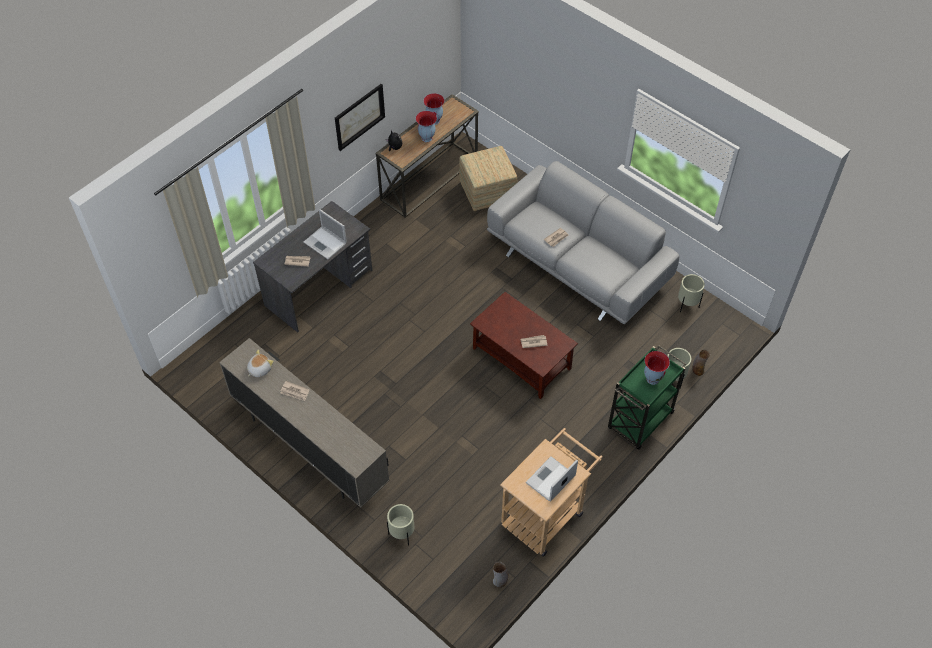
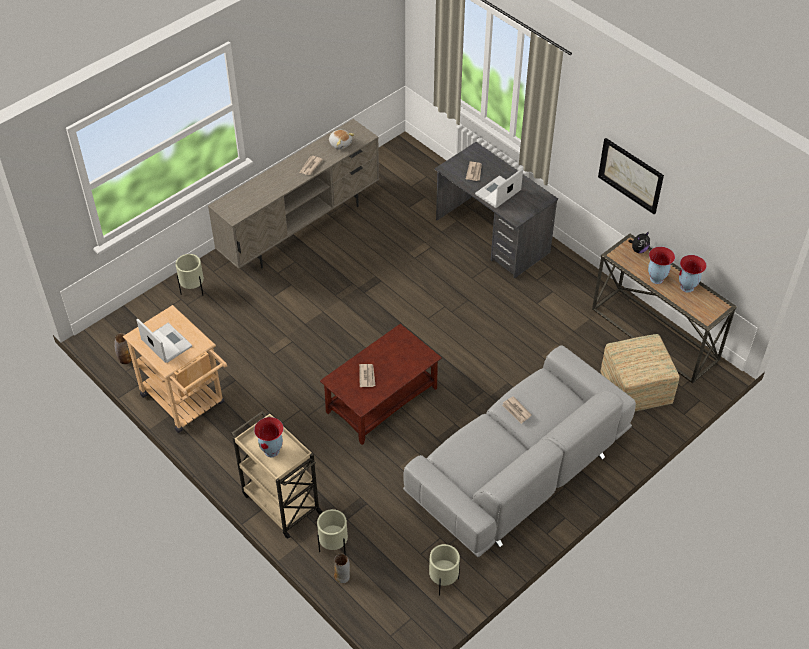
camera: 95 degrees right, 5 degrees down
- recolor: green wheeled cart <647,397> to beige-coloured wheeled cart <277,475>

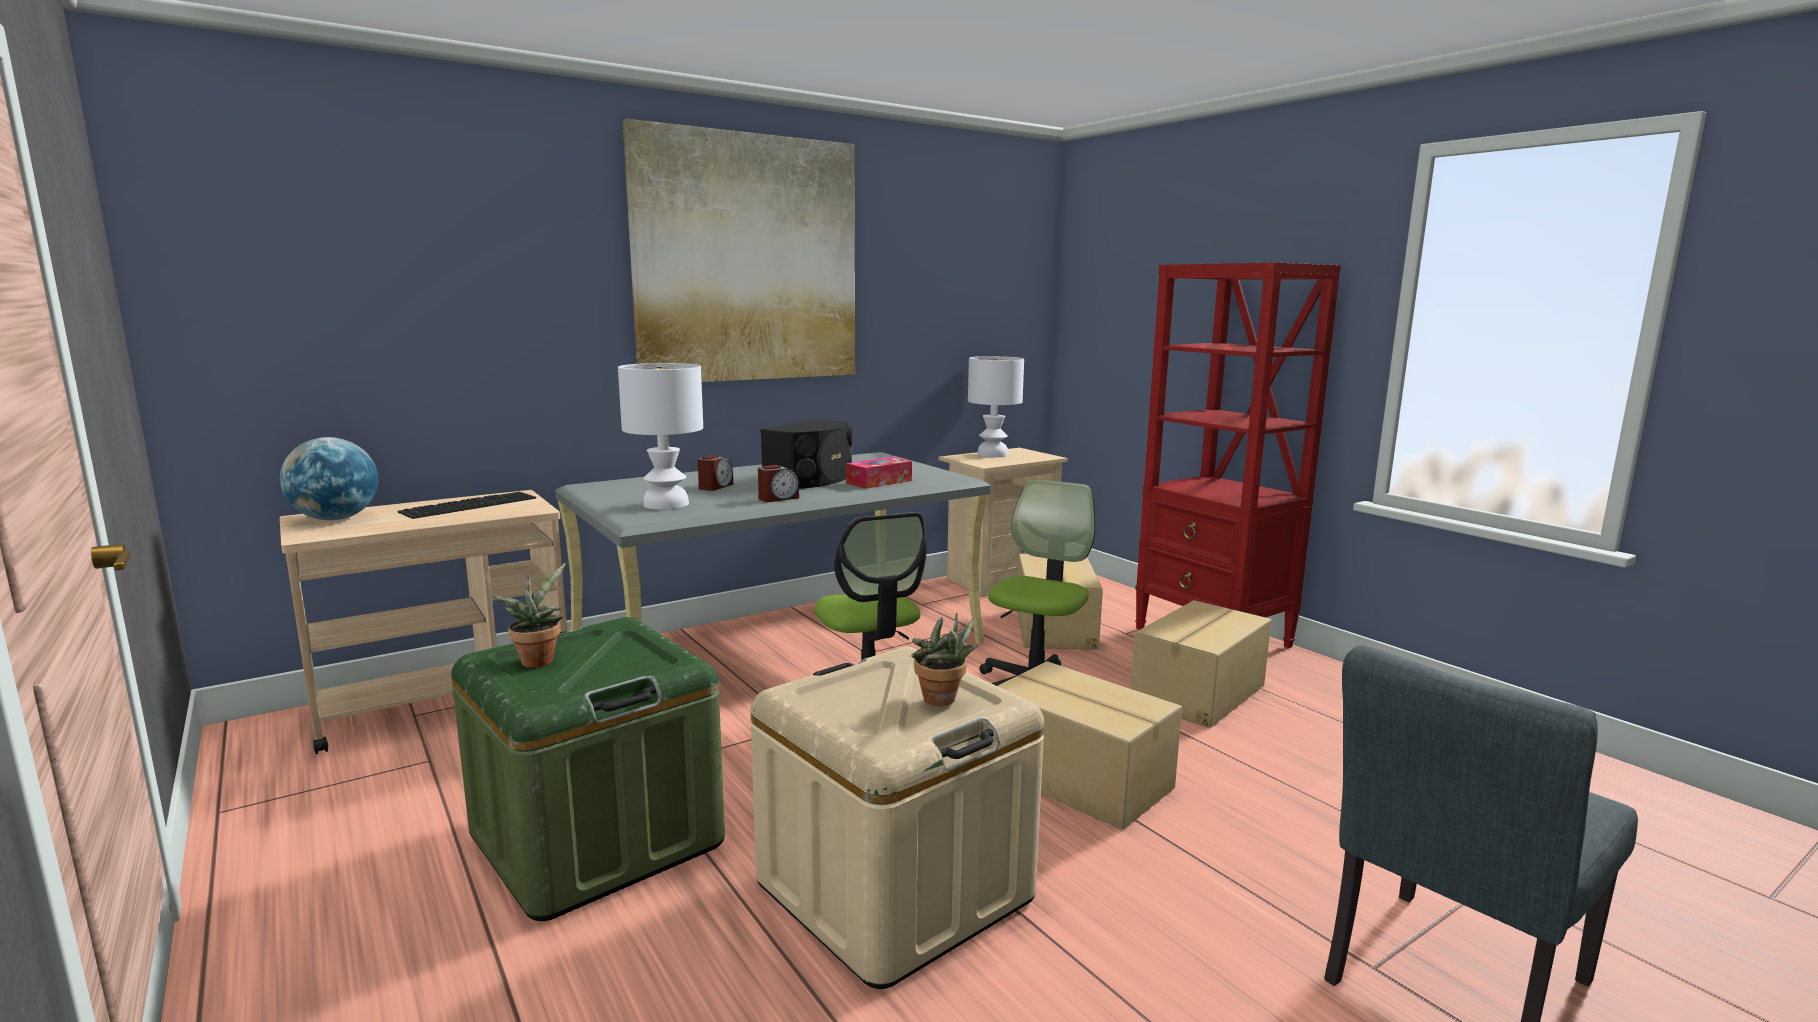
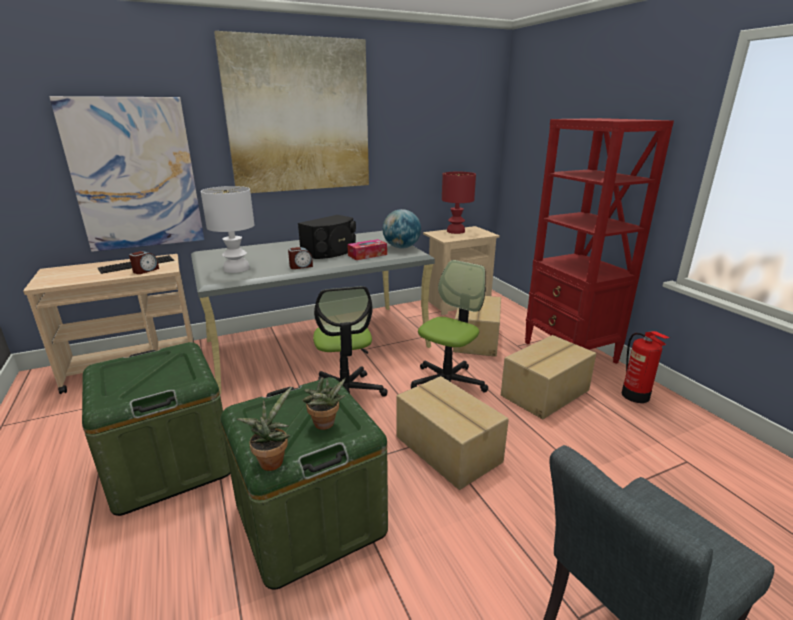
camera: 10 degrees right, 10 degrees up
- recolor: whitish lamp for a table <996,406> to red-coloured lamp for a table <459,203>
- move: globe <329,478> to <402,229>
- move: table clock <715,473> to <144,262>
- move: potted plant <529,615> to <264,429>
- recolor: beige-coloured storage box <897,818> to green storage box <304,483>
- insert: wall picture <126,174>
- insert: extinguisher <646,367>

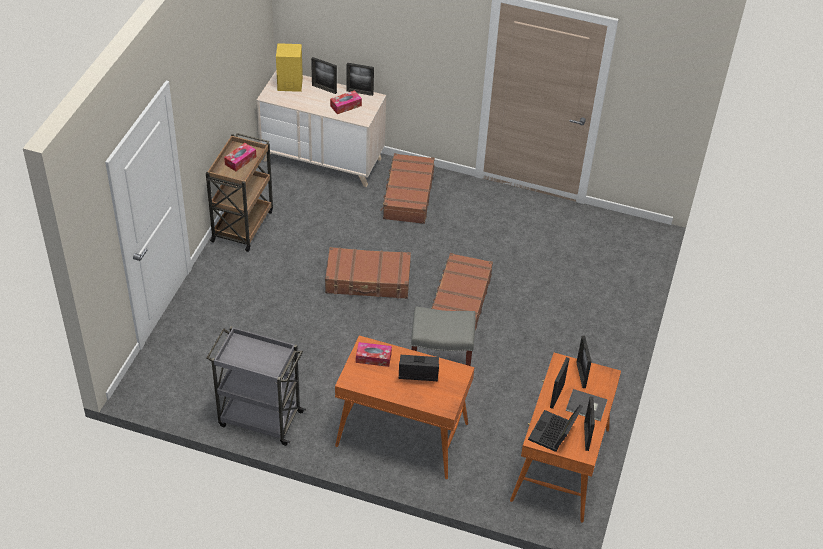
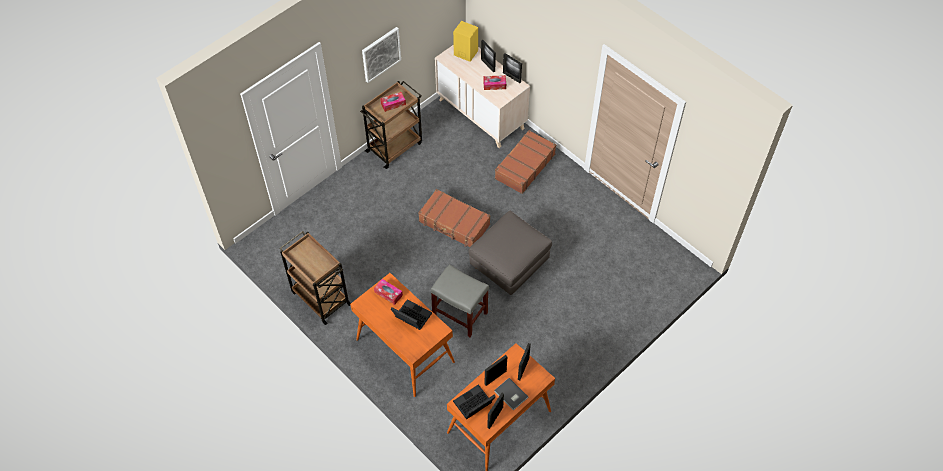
camera: 30 degrees right, 10 degrees up
- replace: brown suitcase <462,291> to greyish ottoman <510,253>
- recolor: greyish wheeled cart <256,386> to brown wheeled cart <315,278>
- insert: wall picture <381,55>

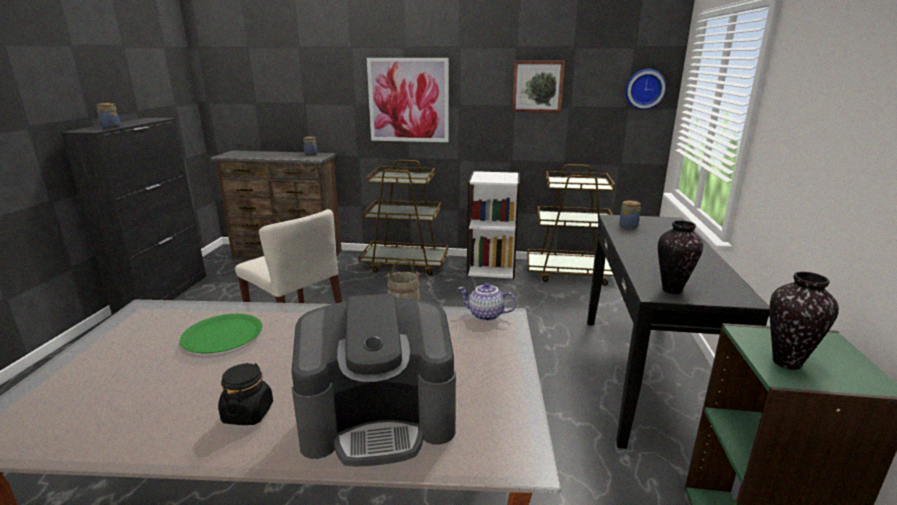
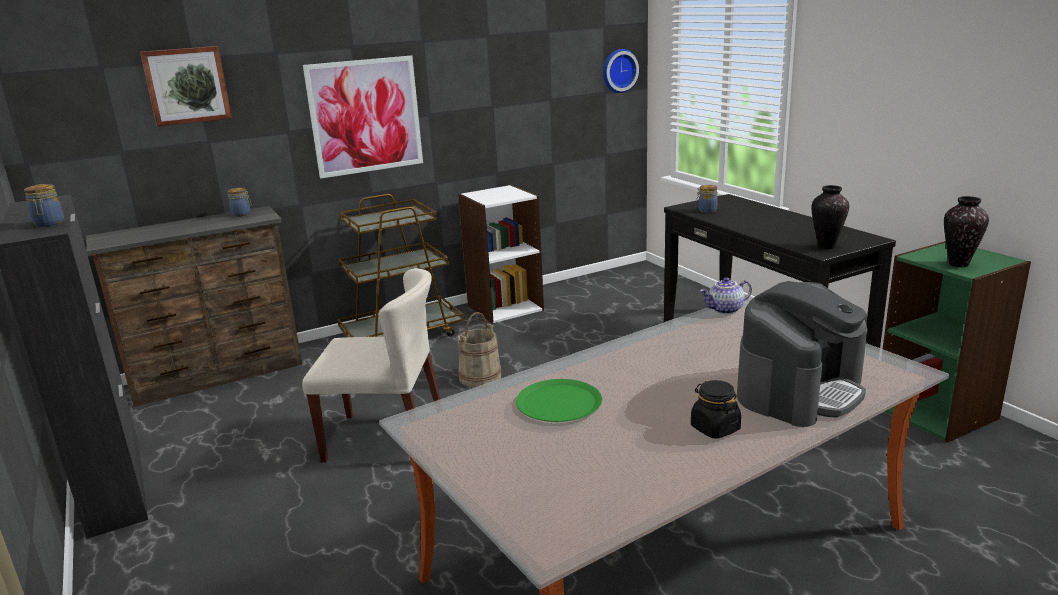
camera: 35 degrees left, 0 degrees up
- move: wall picture <538,87> to <186,86>
- delete: brown wheeled cart <571,225>

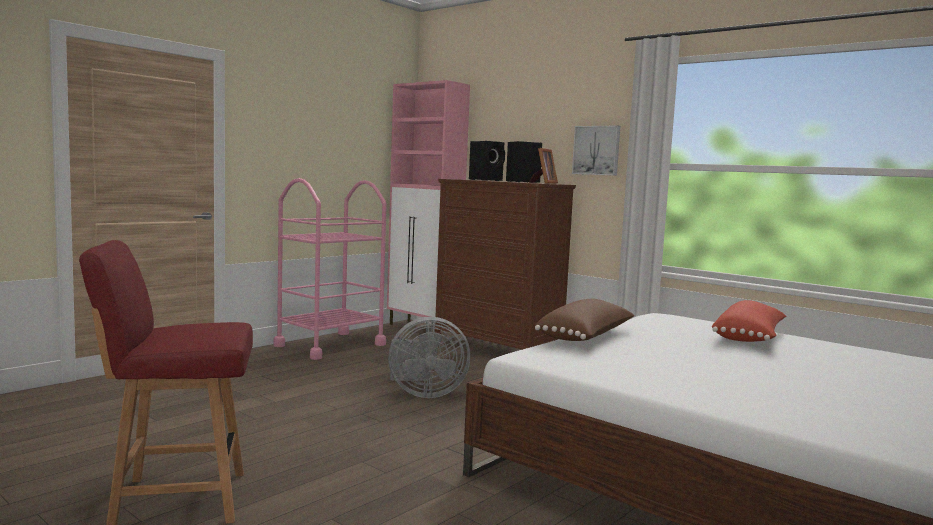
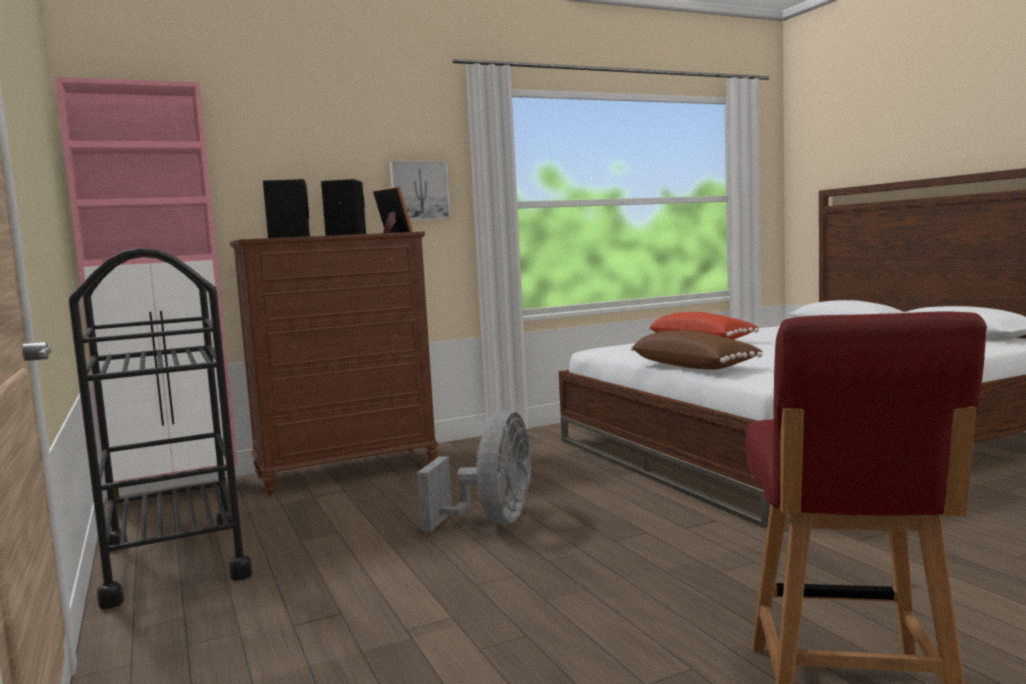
camera: 65 degrees left, 0 degrees up
- recolor: pink wheeled cart <330,269> to black-coloured wheeled cart <160,428>

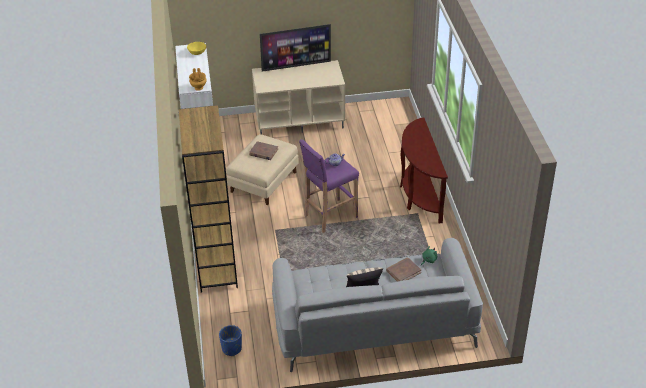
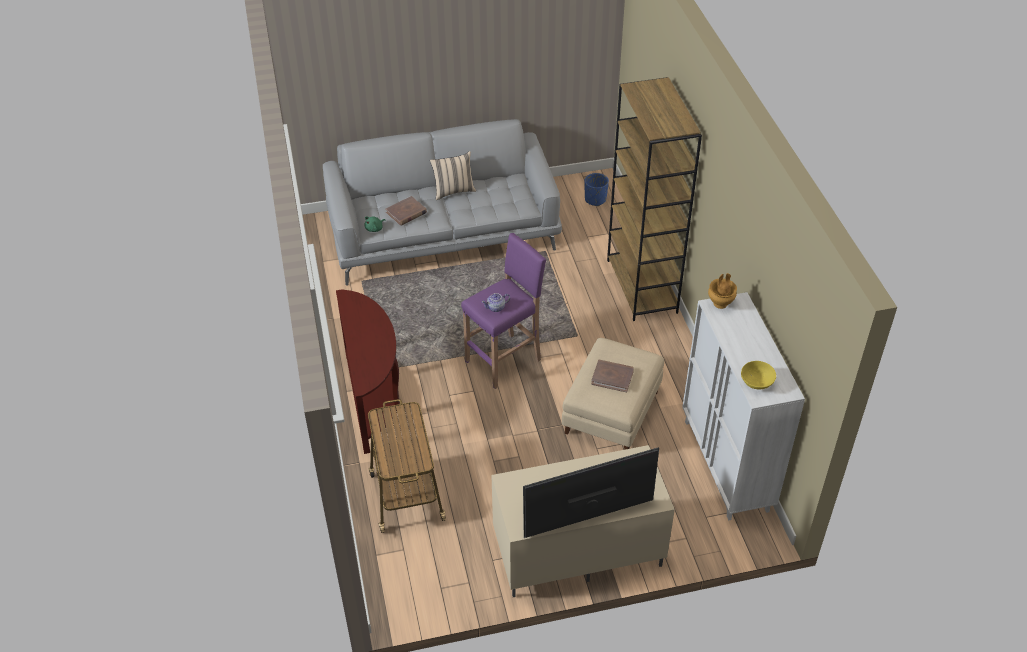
camera: 175 degrees right, 5 degrees up
- insert: wheeled cart <407,466>

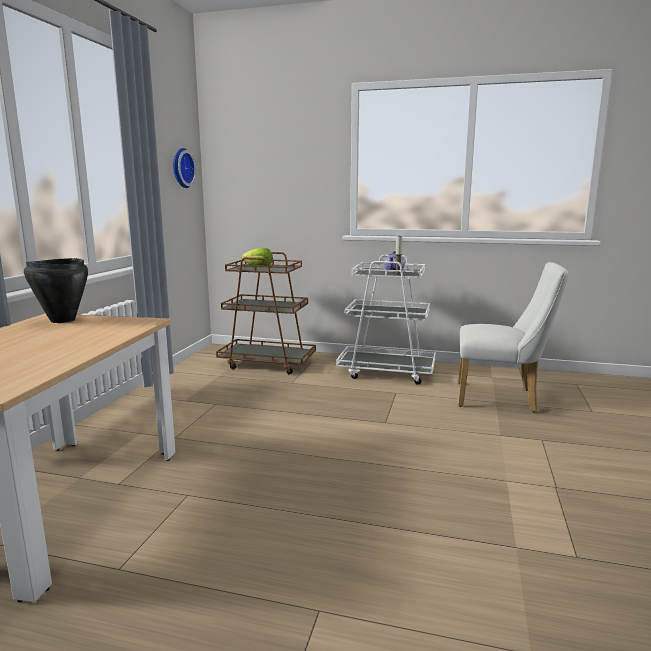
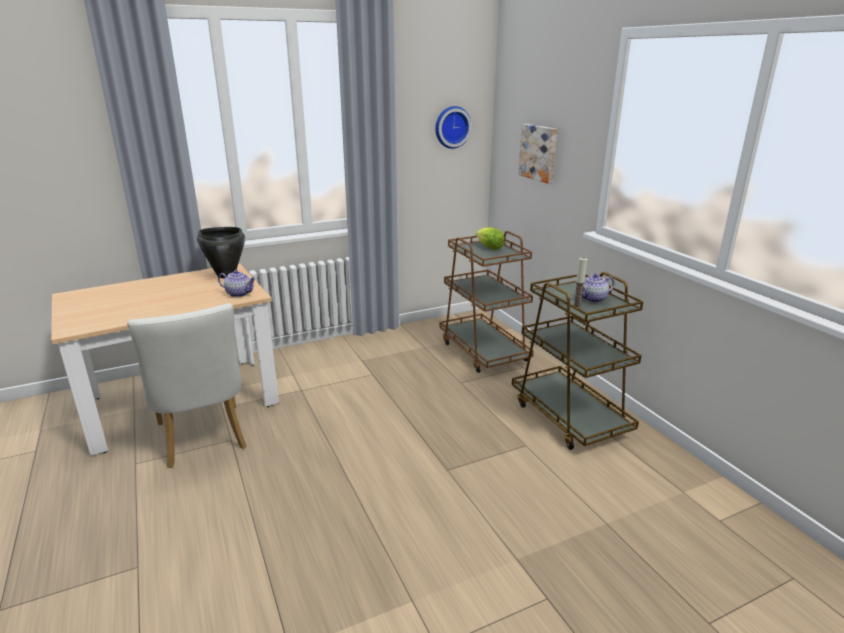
camera: 50 degrees right, 10 degrees up
- recolor: whitish wheeled cart <386,320> to brown wheeled cart <577,361>
- move: whitish plain chair <513,337> to <187,386>
- insert: wall picture <537,154>
- insert: tea pot <237,283>

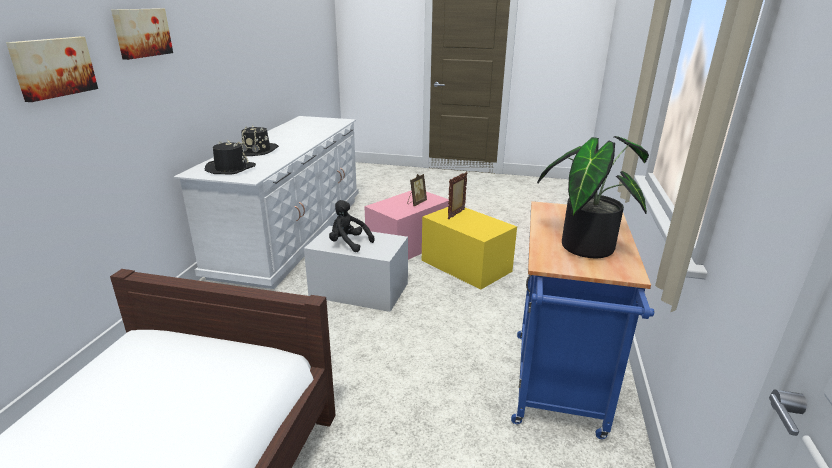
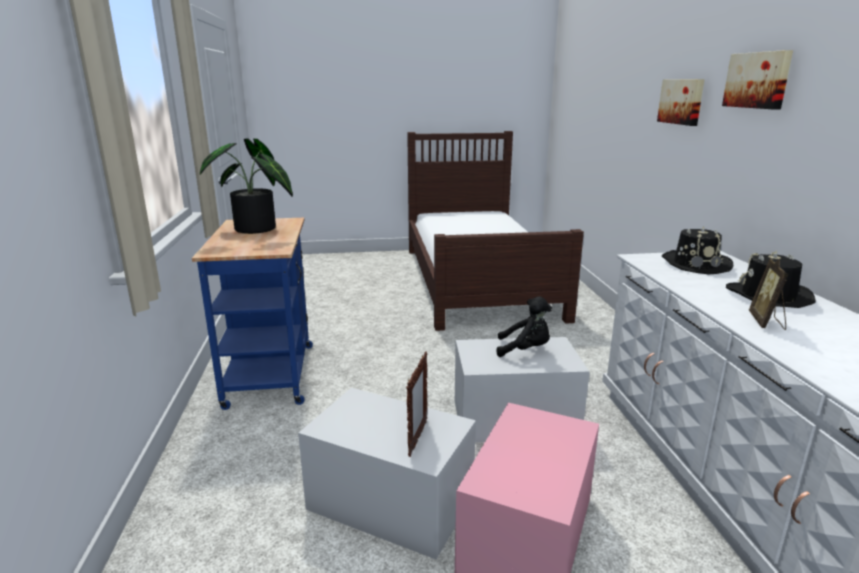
camera: 160 degrees right, 5 degrees down
- move: picture frame <417,190> to <768,294>
- recolor: yellow storage box <469,248> to whitish storage box <387,474>

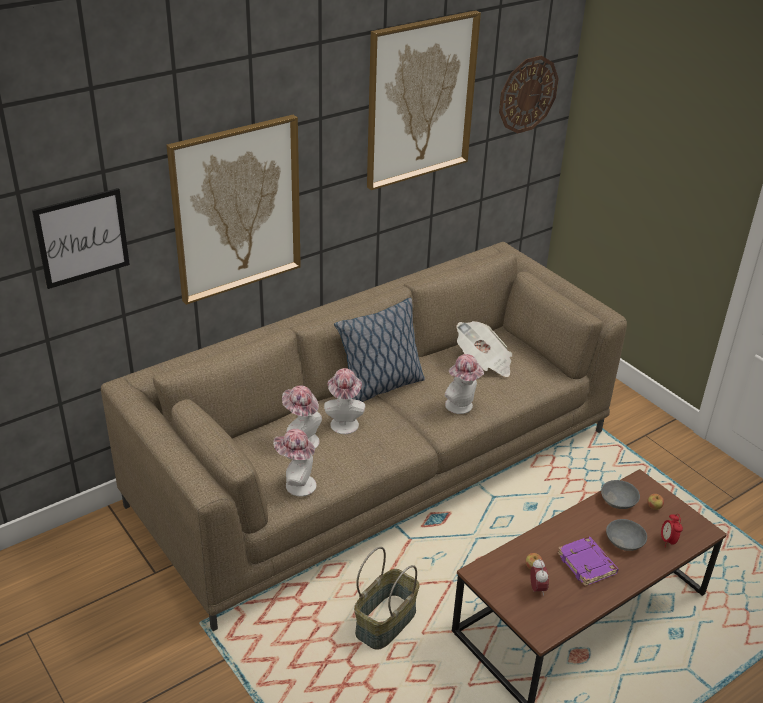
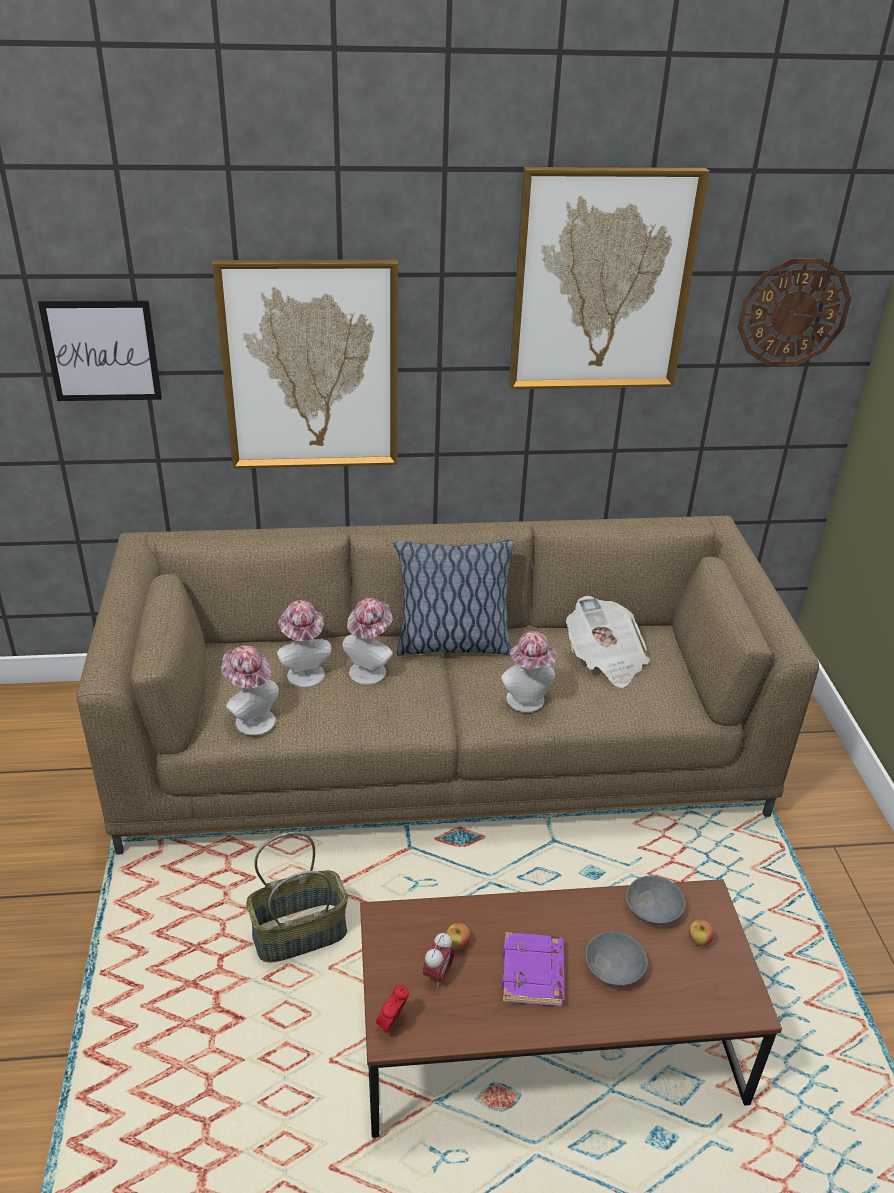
camera: 30 degrees right, 0 degrees up
- move: table clock <671,530> to <392,1009>

